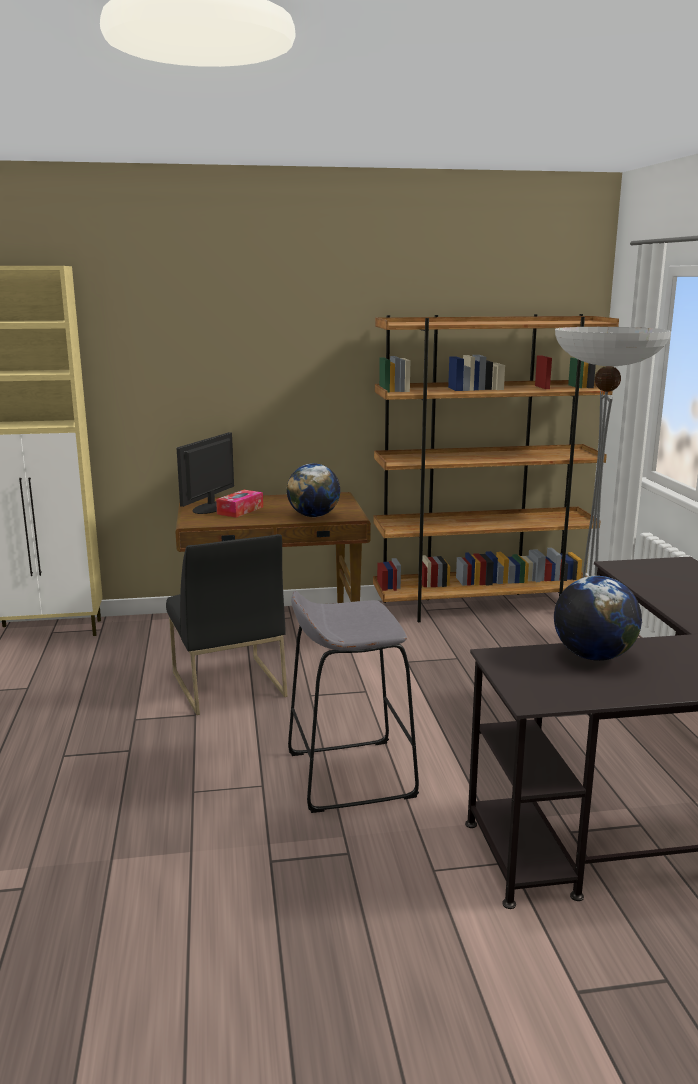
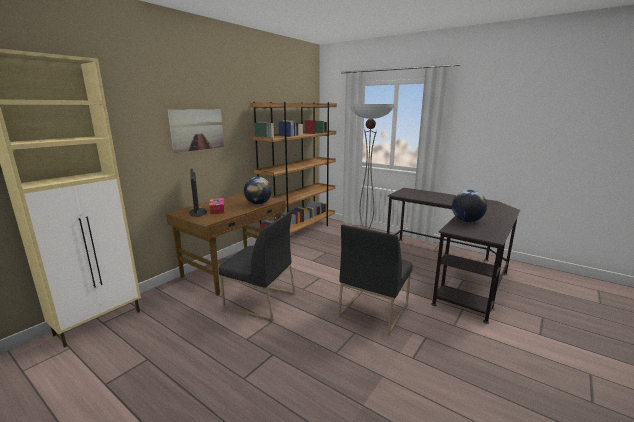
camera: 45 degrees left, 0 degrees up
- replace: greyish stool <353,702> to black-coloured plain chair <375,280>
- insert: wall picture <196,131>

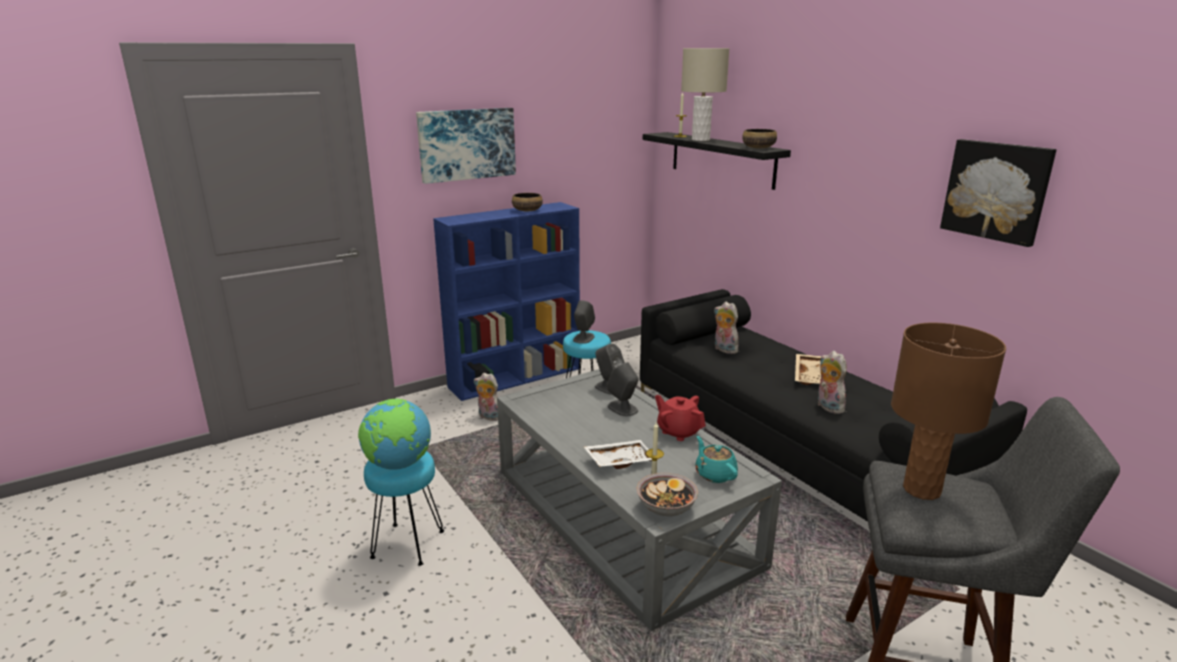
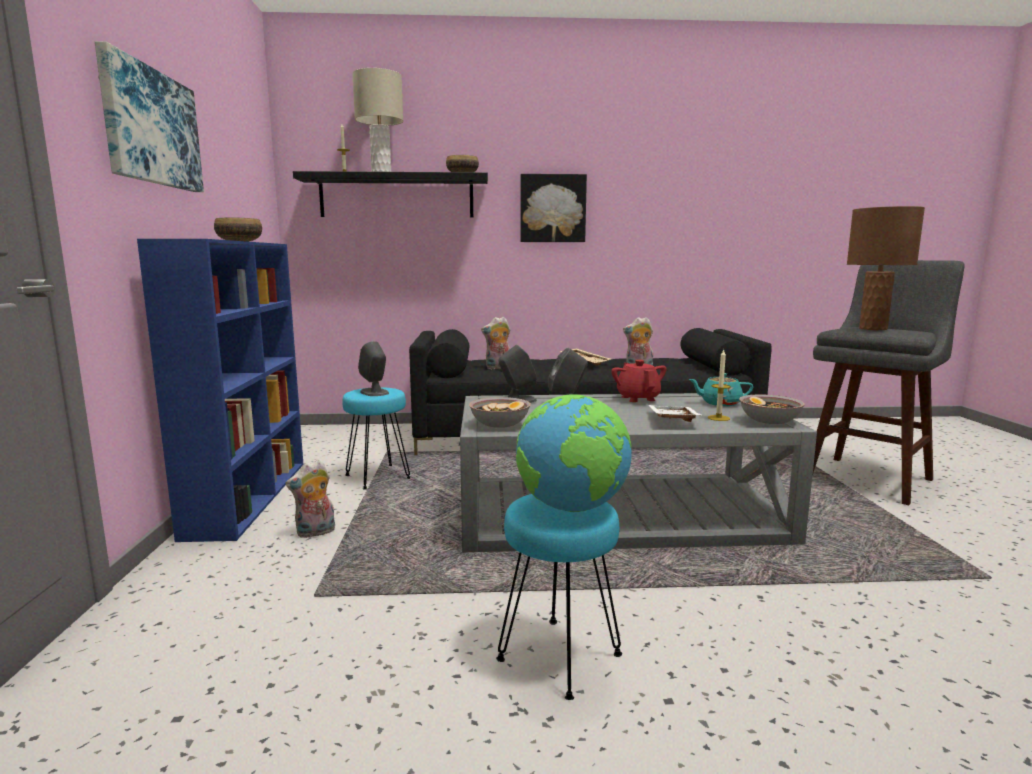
camera: 60 degrees left, 10 degrees down
- move: wall picture <998,193> to <553,208>
- rotate: red-coloured tea pot <680,418> = <639,381> 90 degrees clockwise
- insert: deep dish <500,412>

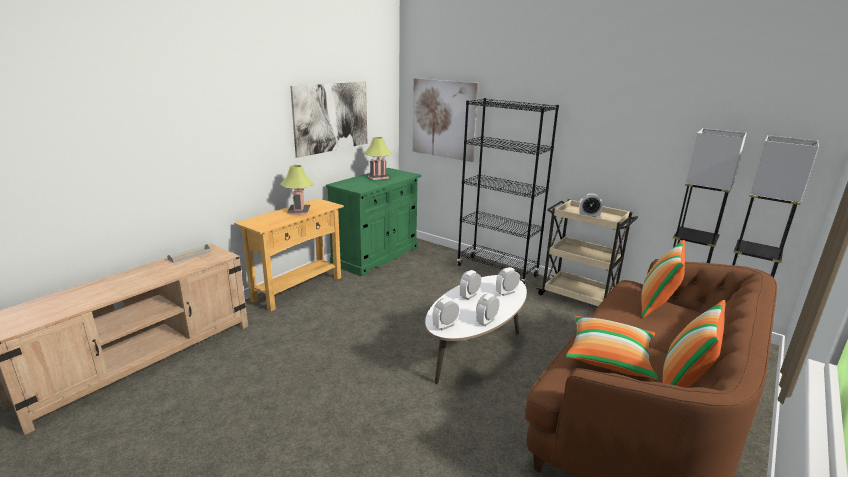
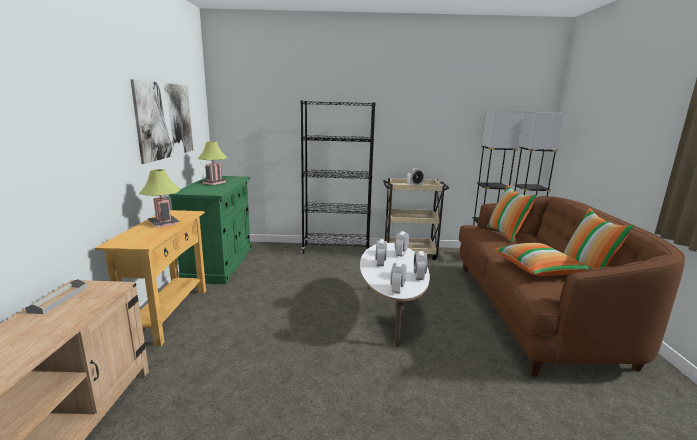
camera: 35 degrees left, 5 degrees down
- delete: wall picture <446,120>

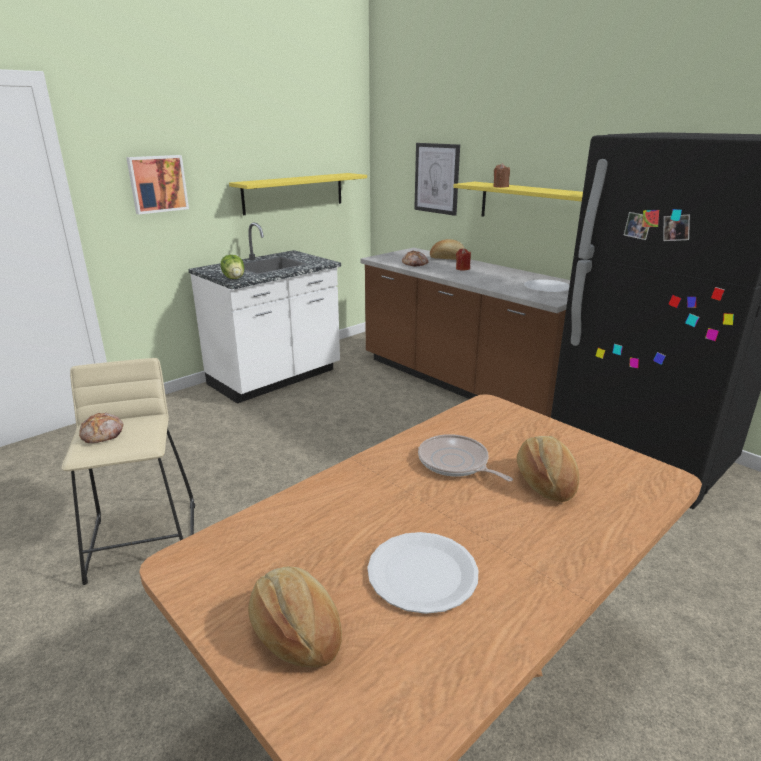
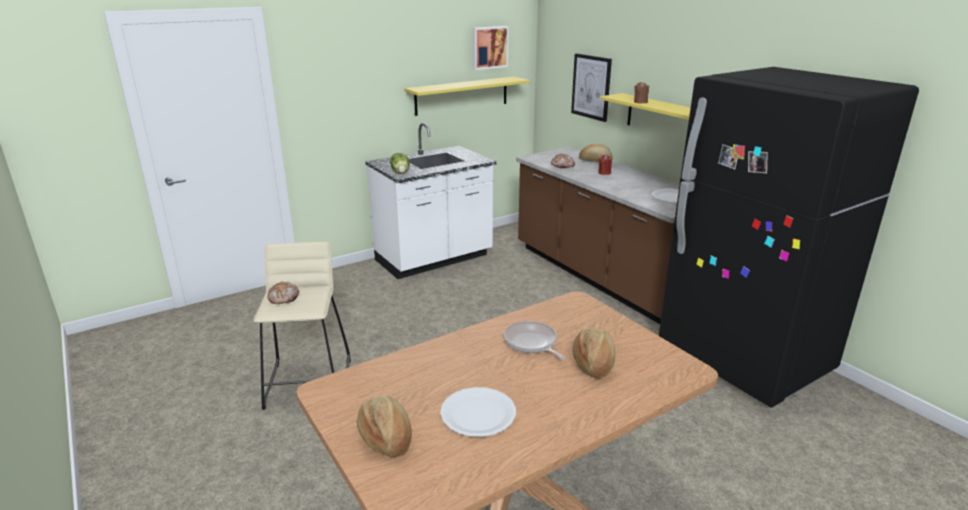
camera: 10 degrees right, 0 degrees up
- move: wall picture <157,184> to <491,48>

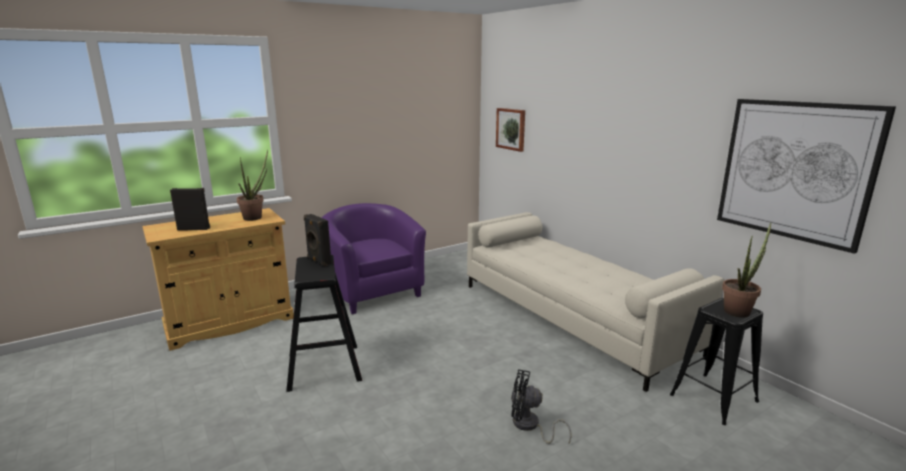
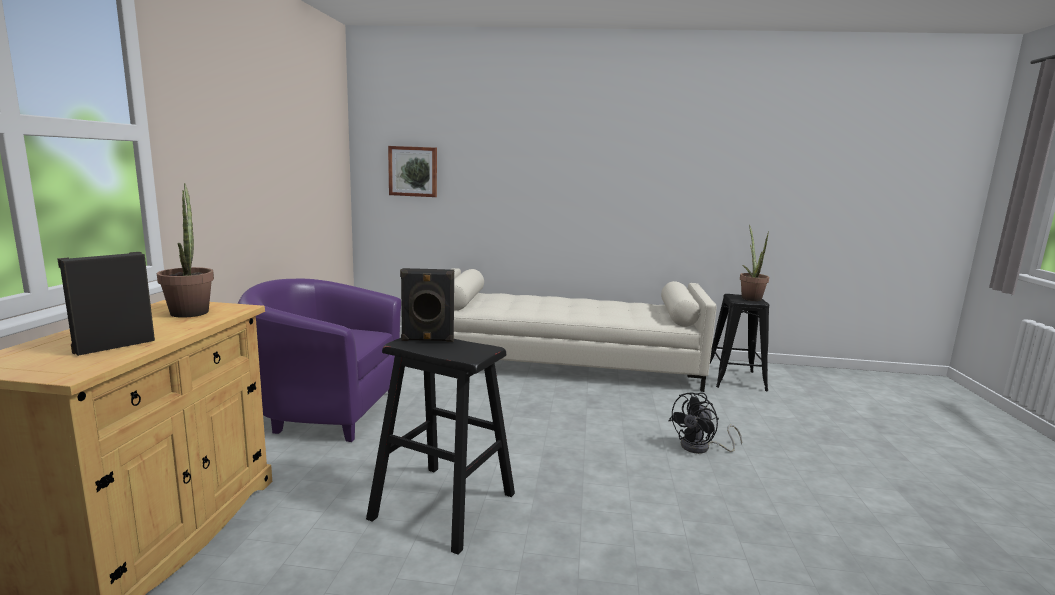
camera: 50 degrees left, 5 degrees down
- delete: wall picture <806,176>

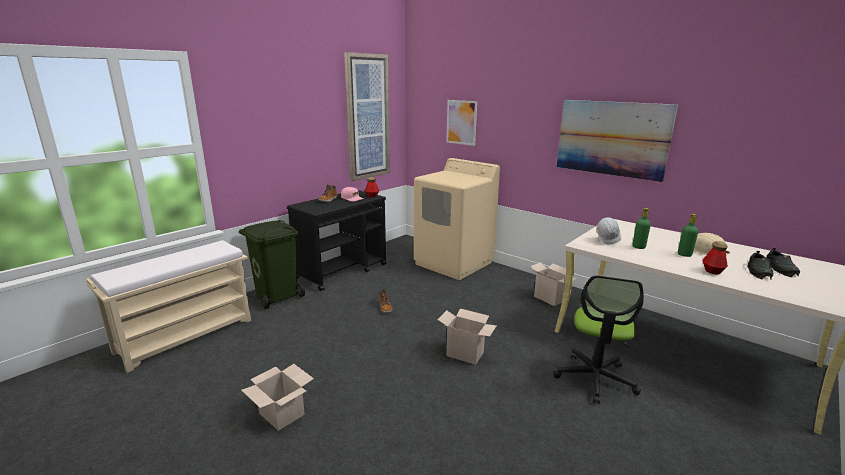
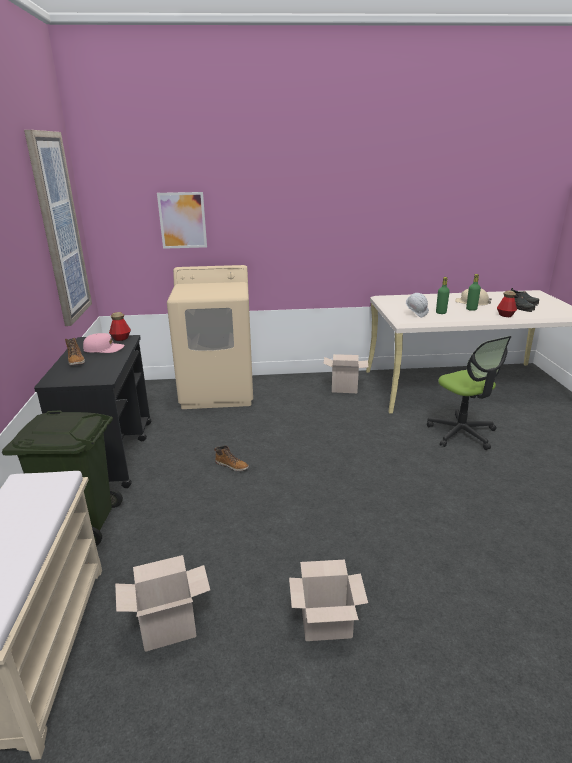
camera: 45 degrees left, 5 degrees up
- delete: wall picture <617,141>
- move: cardboard box <467,337> to <162,603>

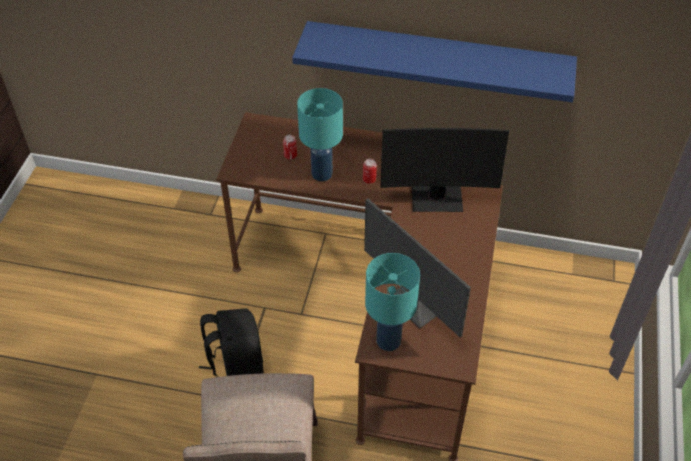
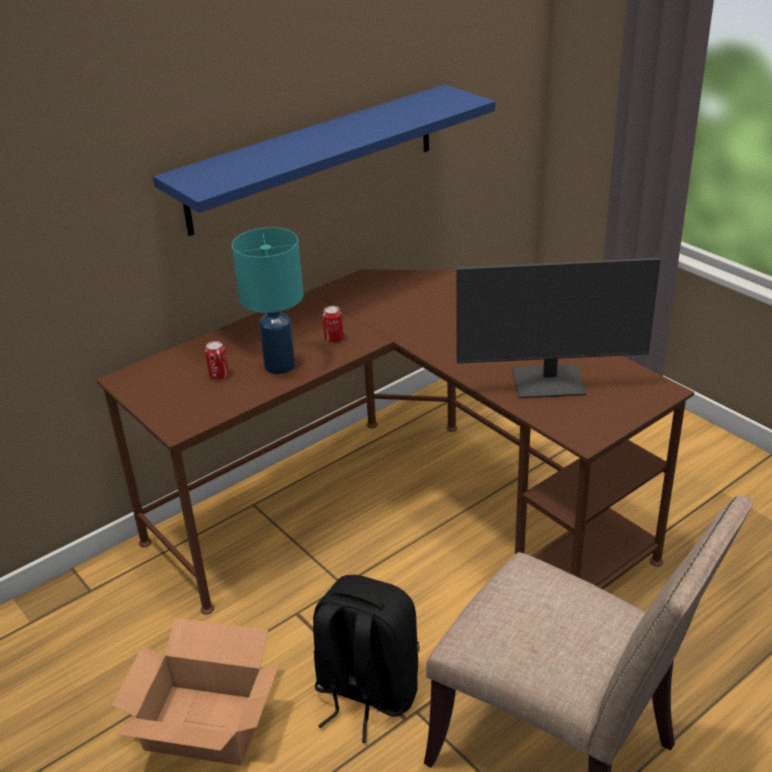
camera: 50 degrees left, 15 degrees down
- delete: computer display <445,170>
- delete: turquoise-coloured lamp for a table <392,302>
- insert: cardboard box <195,692>

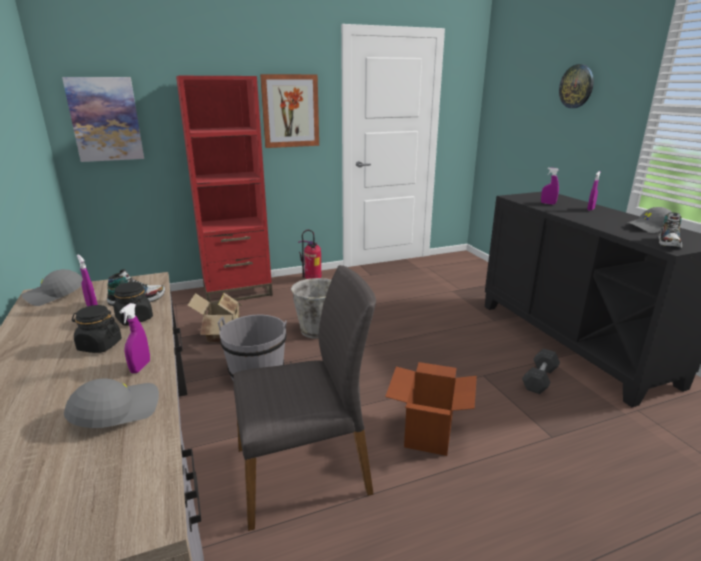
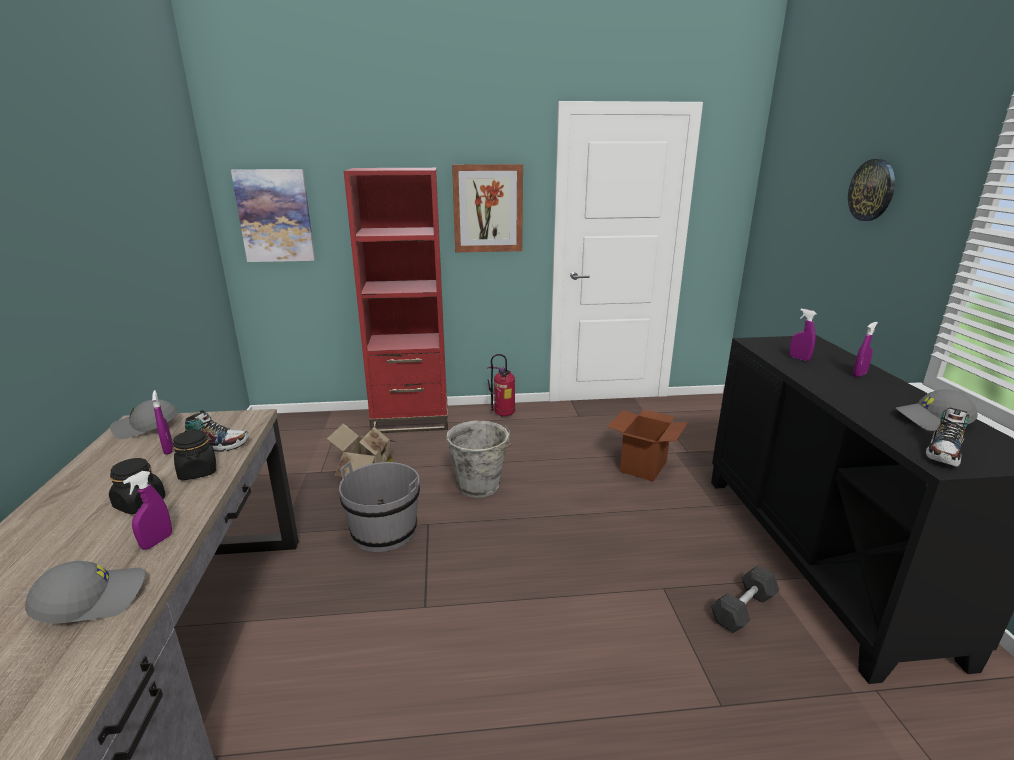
camera: 15 degrees right, 0 degrees up
- delete: greyish plain chair <304,398>
- move: cardboard box <431,409> to <647,445>

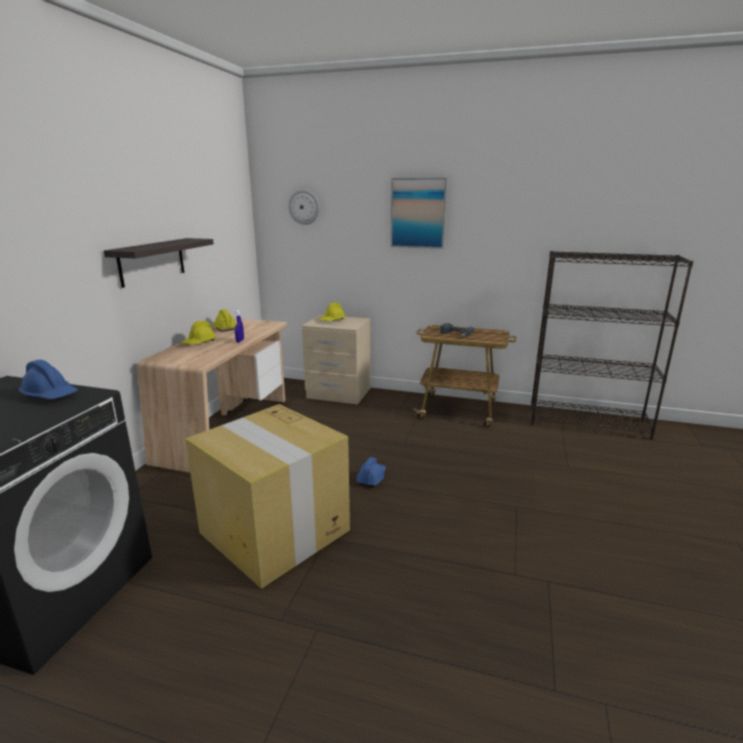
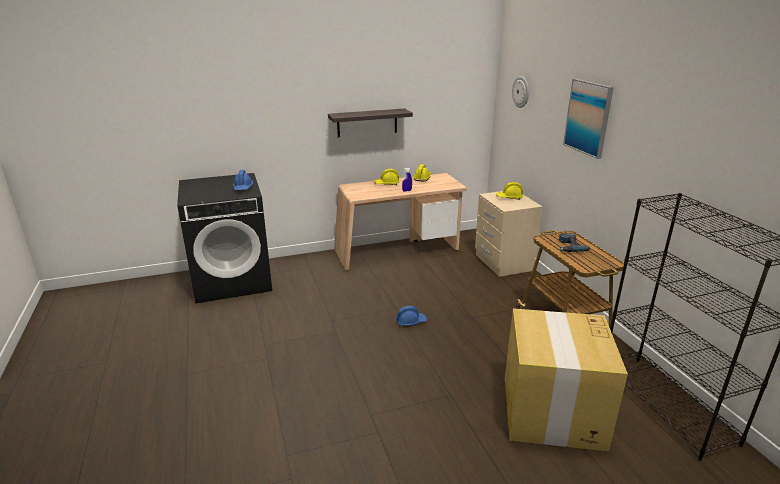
camera: 55 degrees right, 5 degrees up
- move: cardboard box <267,496> to <566,379>

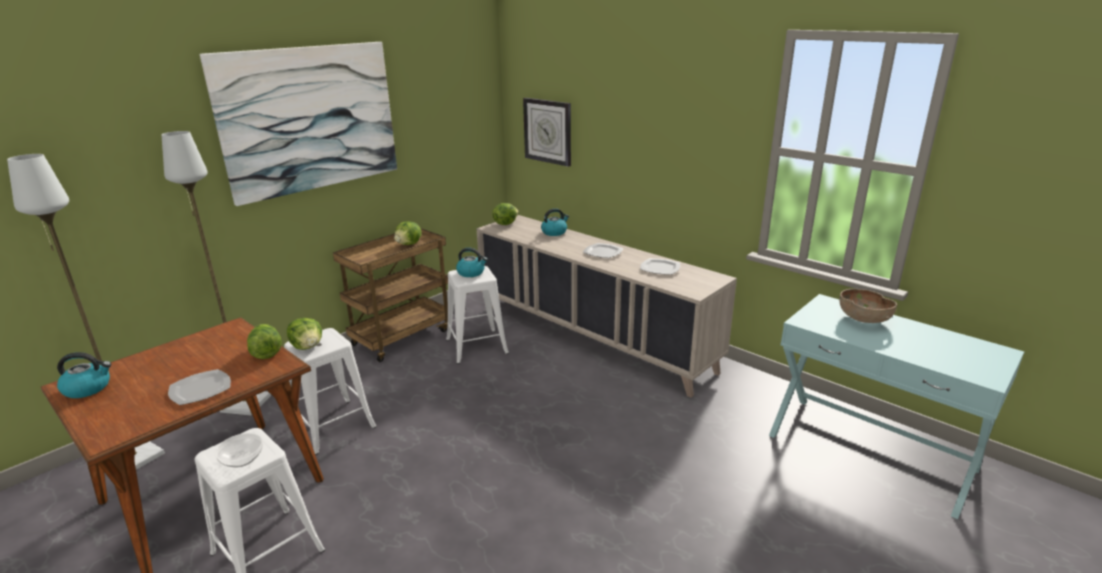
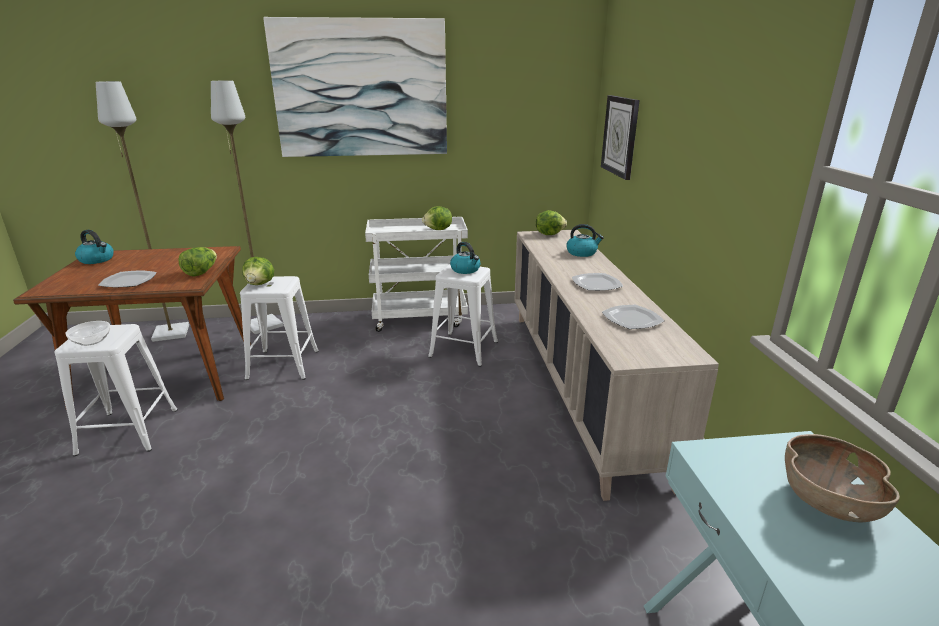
camera: 40 degrees right, 0 degrees up
- recolor: brown wheeled cart <390,295> to whitish wheeled cart <416,274>

